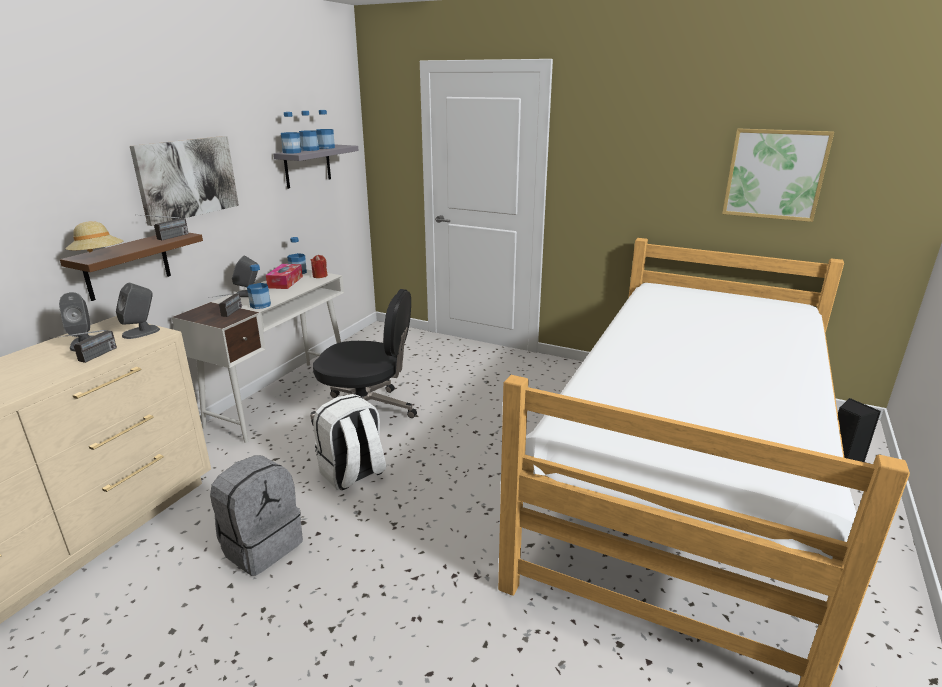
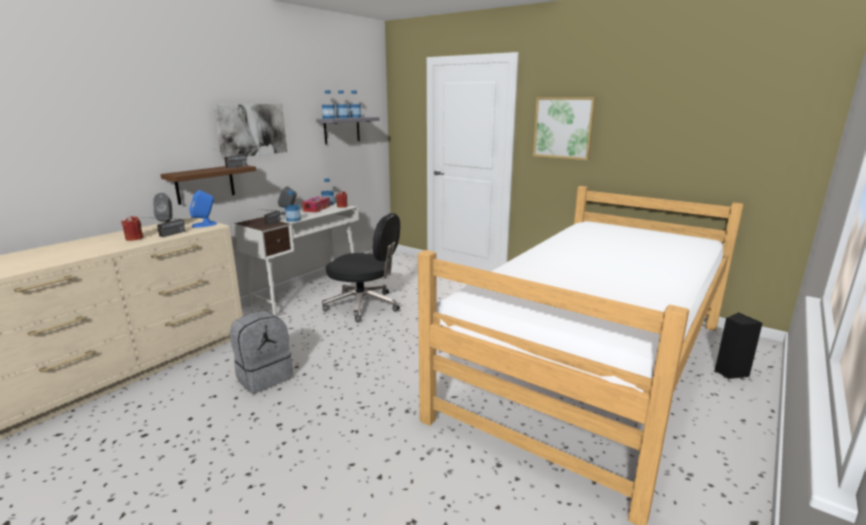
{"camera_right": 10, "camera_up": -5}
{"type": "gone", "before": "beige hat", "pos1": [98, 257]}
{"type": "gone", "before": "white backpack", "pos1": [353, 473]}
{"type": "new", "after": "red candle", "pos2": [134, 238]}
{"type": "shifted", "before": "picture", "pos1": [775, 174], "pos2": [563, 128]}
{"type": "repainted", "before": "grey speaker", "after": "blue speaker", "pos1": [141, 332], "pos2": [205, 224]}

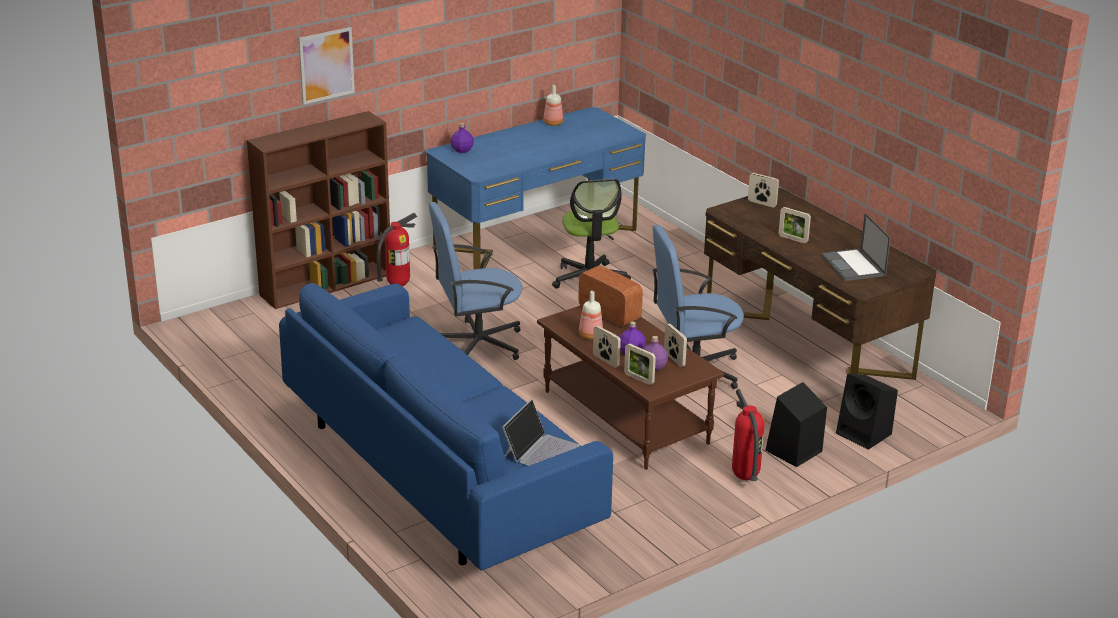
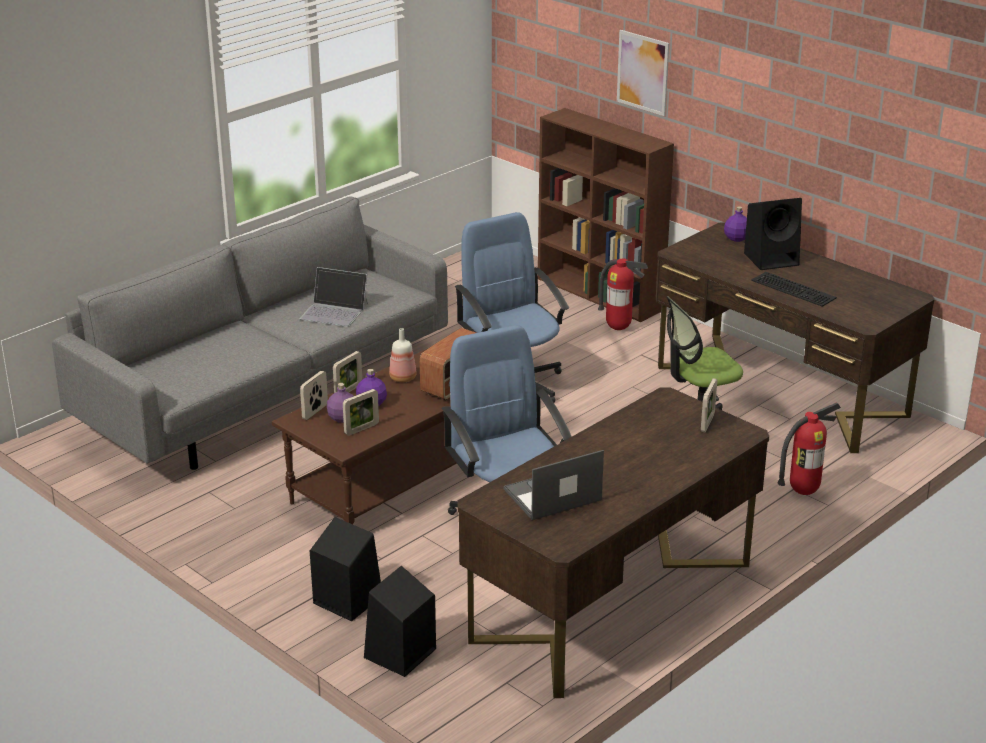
{"camera_right": 80, "camera_up": 0}
{"type": "gone", "before": "bottle", "pos1": [552, 123]}
{"type": "gone", "before": "picture frame", "pos1": [793, 239]}
{"type": "new", "after": "black speaker", "pos2": [772, 259]}
{"type": "new", "after": "keyboard", "pos2": [795, 289]}
{"type": "shifted", "before": "laptop", "pos1": [541, 450], "pos2": [334, 311]}
{"type": "shifted", "before": "fire extinguisher", "pos1": [744, 477], "pos2": [803, 491]}
{"type": "repainted", "before": "blue sofa", "after": "grey sofa", "pos1": [440, 472], "pos2": [267, 394]}
{"type": "repainted", "before": "blue desk", "after": "brown desk", "pos1": [536, 239], "pos2": [780, 391]}

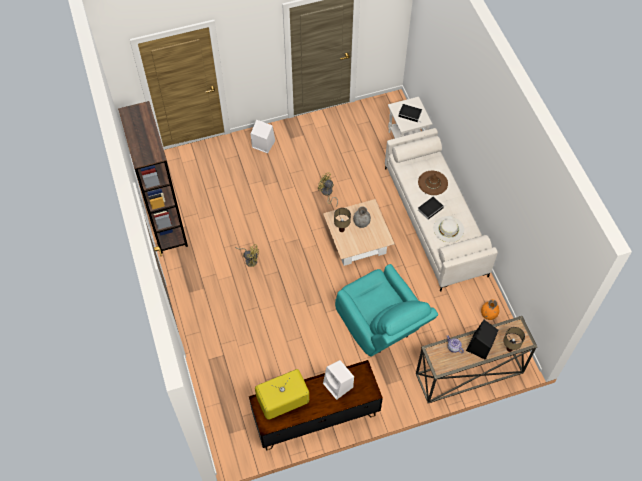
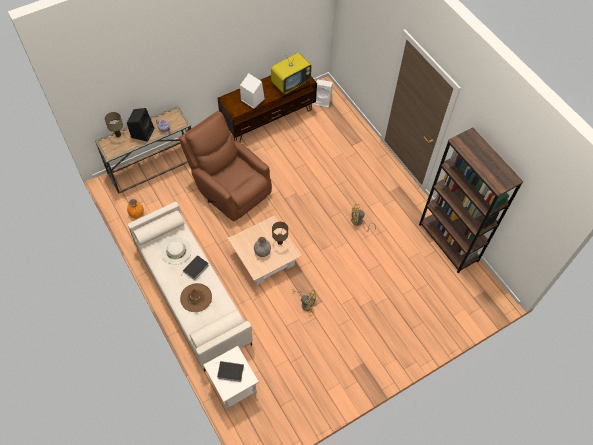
{"camera_right": 165, "camera_up": 0}
{"type": "shifted", "before": "white speaker", "pos1": [263, 144], "pos2": [323, 100]}
{"type": "repainted", "before": "turquoise armchair", "after": "brown armchair", "pos1": [381, 327], "pos2": [229, 187]}

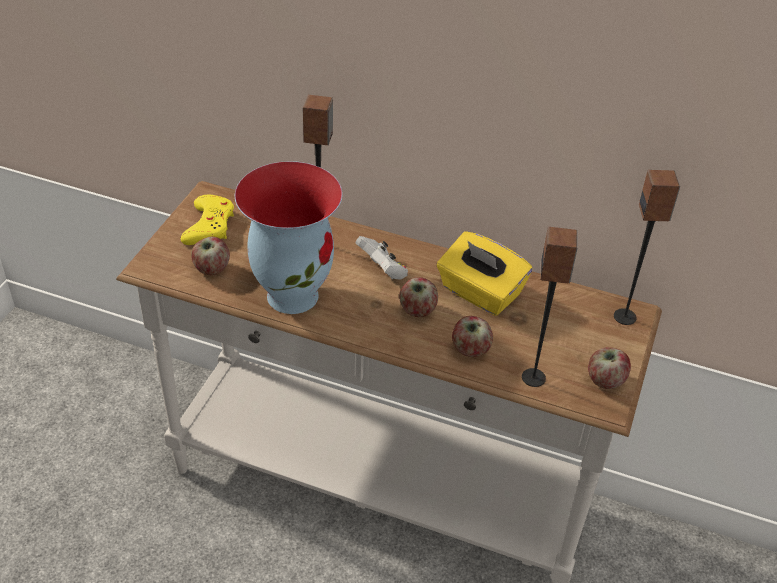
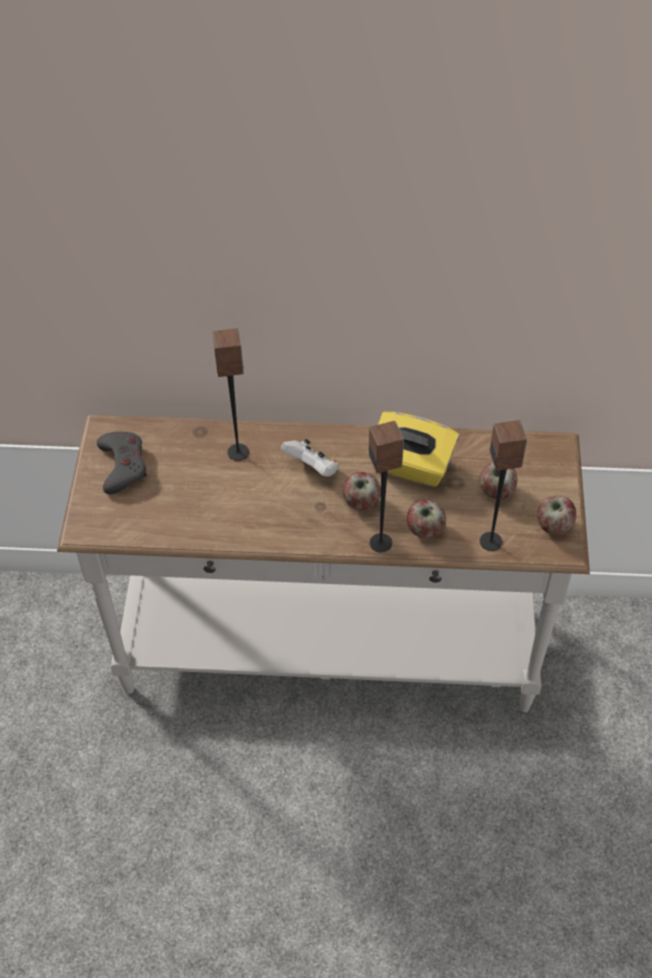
{"camera_right": -15, "camera_up": 10}
{"type": "gone", "before": "vase", "pos1": [293, 294]}
{"type": "shifted", "before": "apple", "pos1": [211, 269], "pos2": [496, 491]}
{"type": "shifted", "before": "speaker", "pos1": [625, 317], "pos2": [381, 543]}
{"type": "repainted", "before": "yellow game controller", "after": "grey game controller", "pos1": [209, 225], "pos2": [122, 465]}

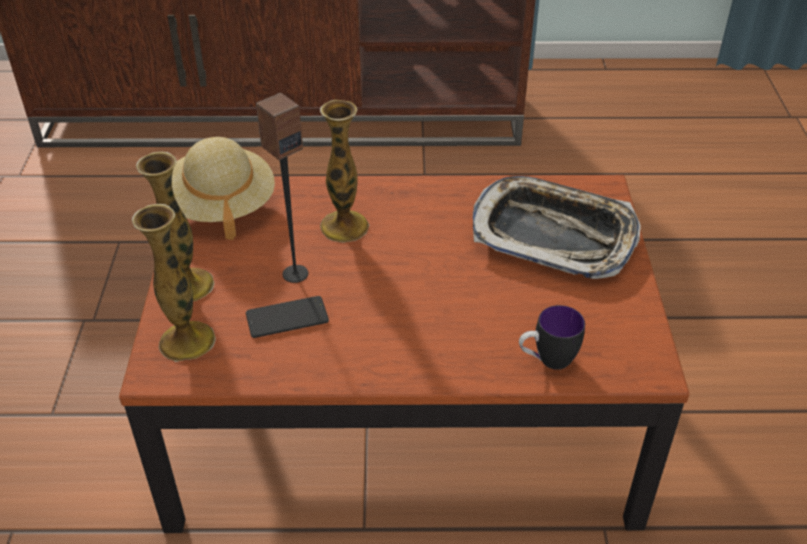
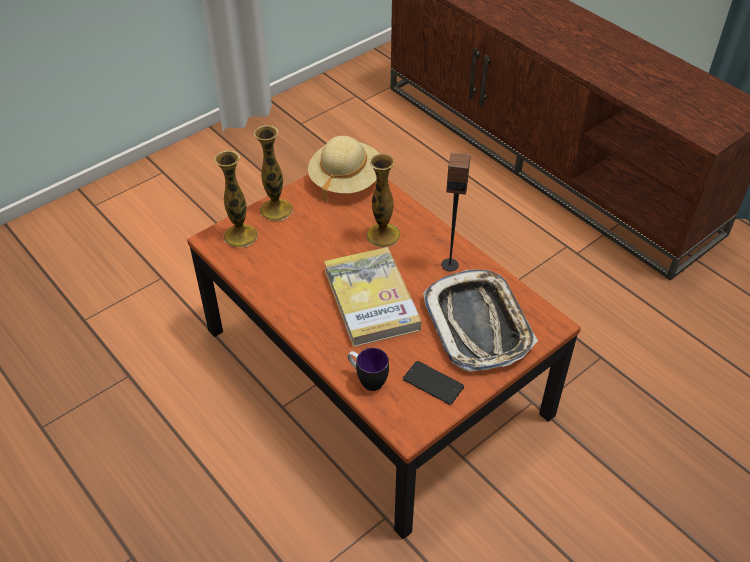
{"camera_right": 50, "camera_up": 5}
{"type": "new", "after": "book", "pos2": [371, 299]}
{"type": "shifted", "before": "phone", "pos1": [287, 318], "pos2": [433, 383]}
{"type": "shifted", "before": "speaker", "pos1": [295, 273], "pos2": [450, 264]}

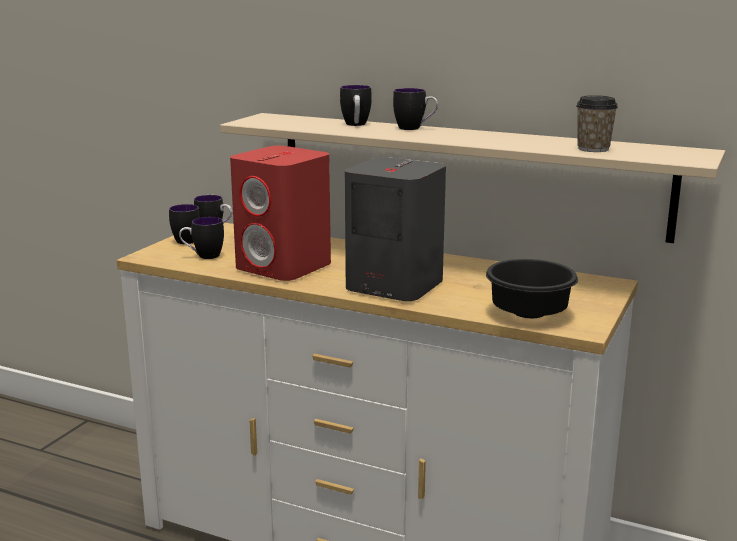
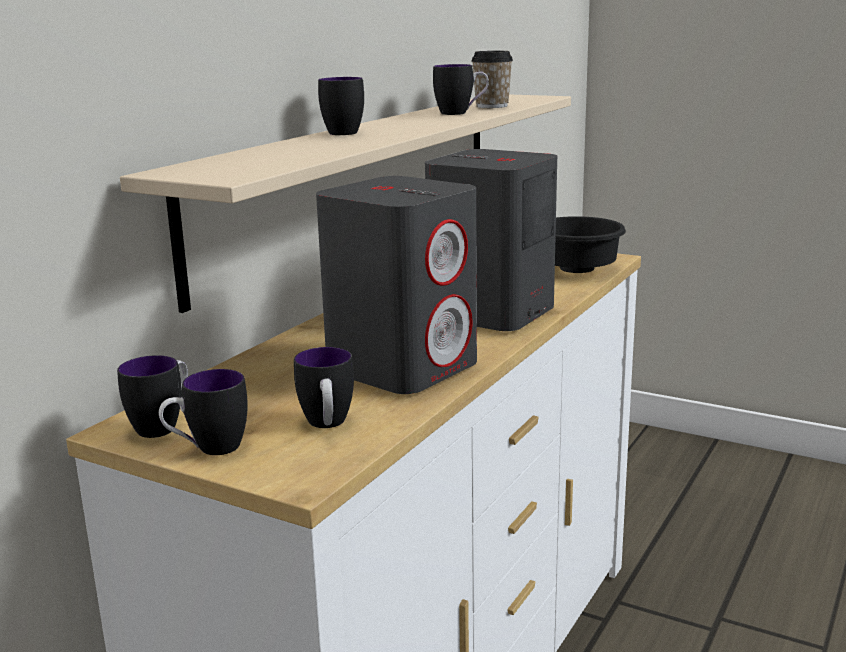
{"camera_right": -85, "camera_up": 0}
{"type": "shifted", "before": "mug", "pos1": [356, 125], "pos2": [461, 113]}
{"type": "repainted", "before": "red speaker", "after": "grey speaker", "pos1": [284, 267], "pos2": [403, 367]}

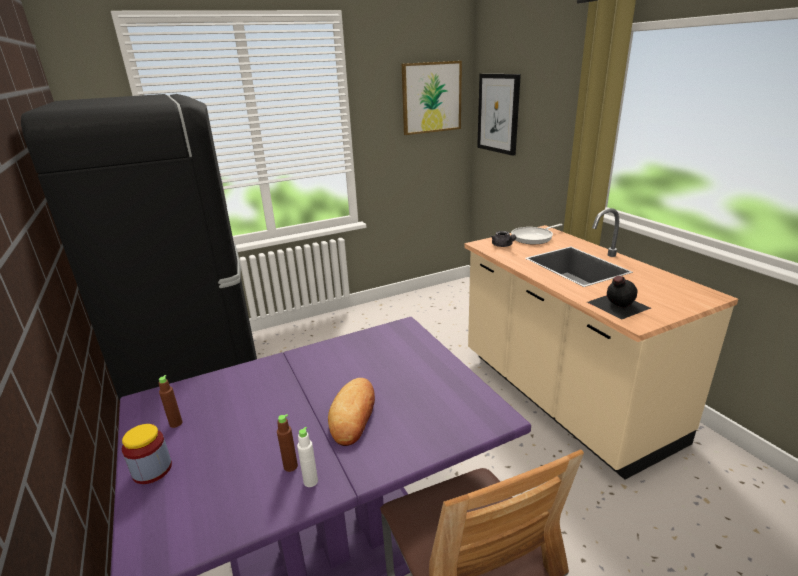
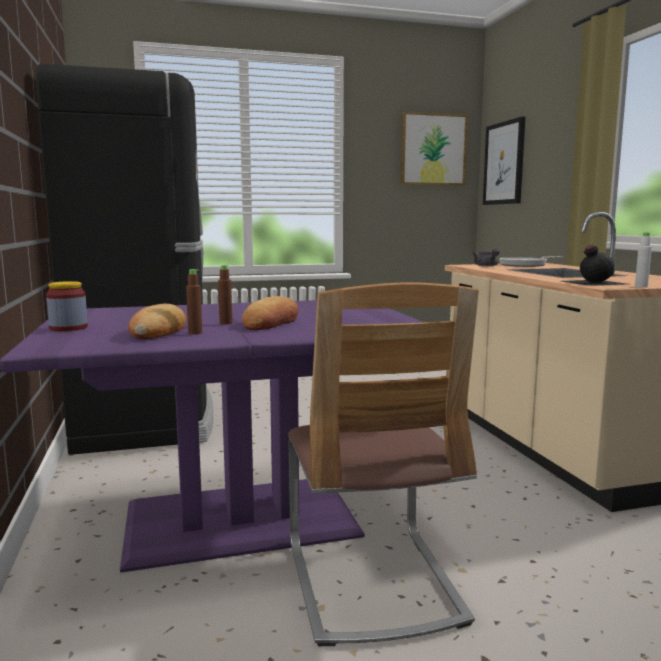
{"camera_right": 10, "camera_up": -15}
{"type": "new", "after": "bread", "pos2": [157, 331]}
{"type": "shifted", "before": "brown bottle", "pos1": [176, 423], "pos2": [226, 323]}
{"type": "shifted", "before": "white bottle", "pos1": [310, 481], "pos2": [641, 286]}

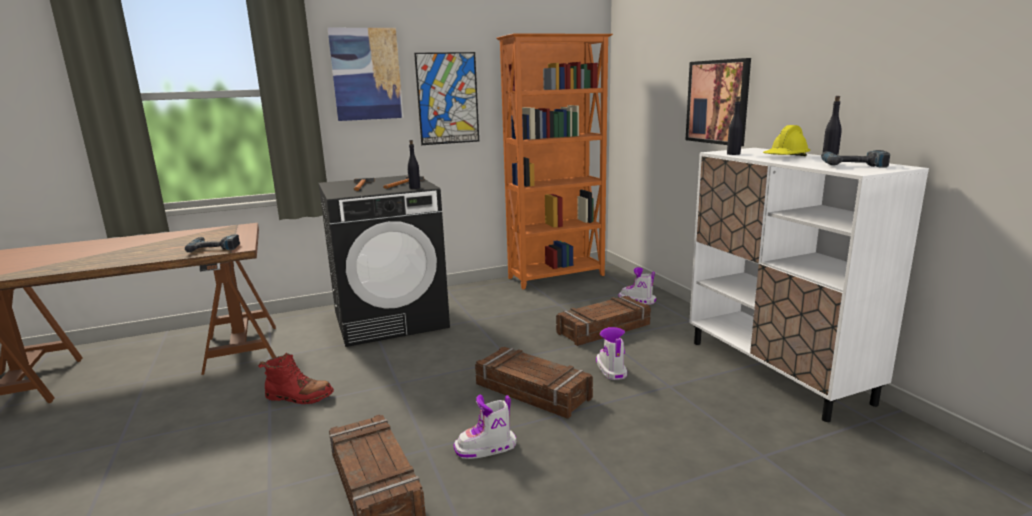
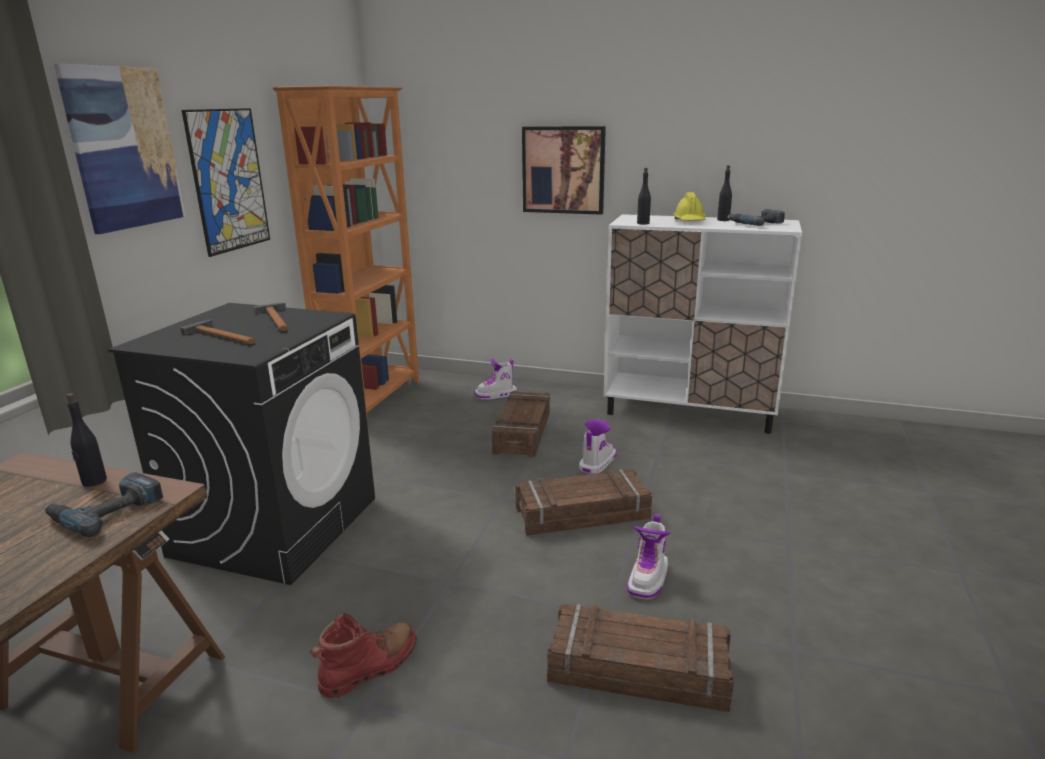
{"camera_right": -50, "camera_up": 5}
{"type": "shifted", "before": "black bottle", "pos1": [414, 188], "pos2": [94, 481]}
{"type": "rotated", "before": "boot", "pos1": [610, 369], "pos2": [597, 463], "turn": 90}

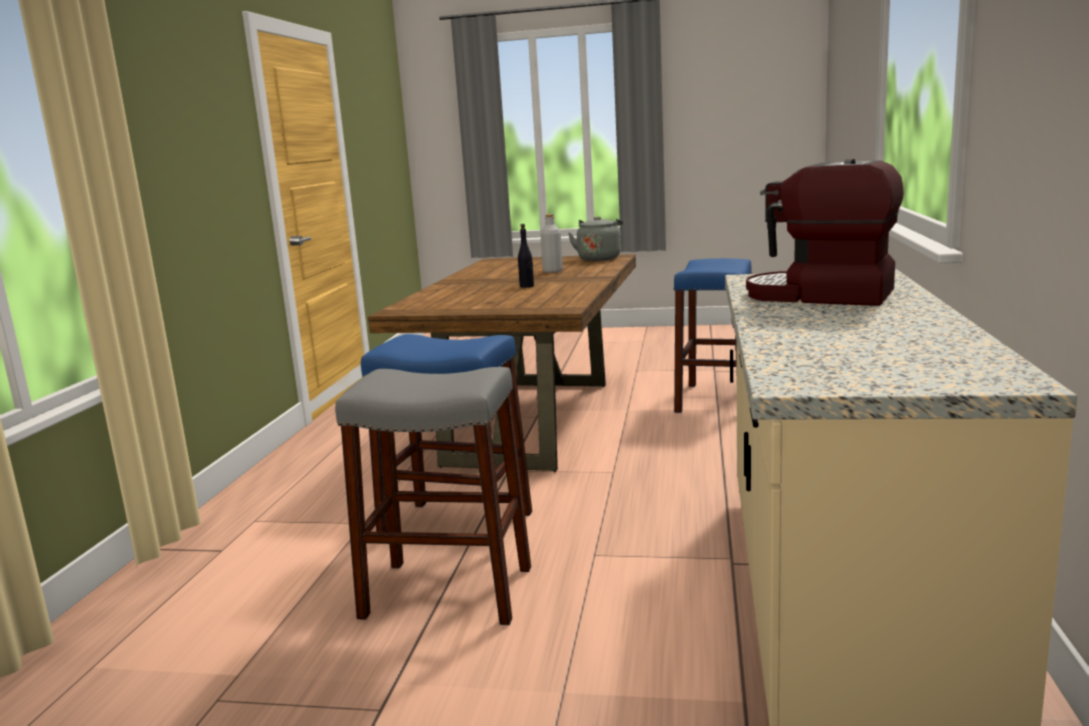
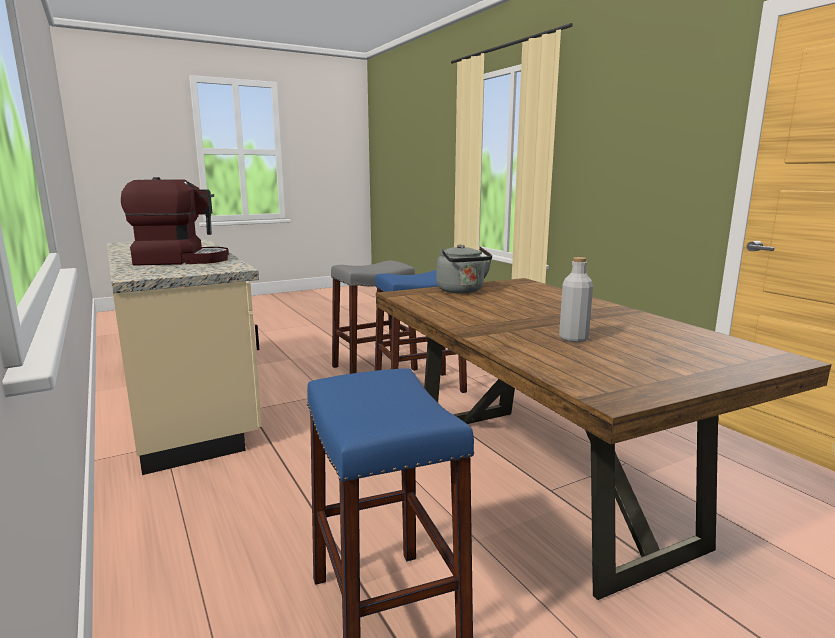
{"camera_right": 140, "camera_up": 0}
{"type": "gone", "before": "black bottle", "pos1": [527, 286]}
{"type": "shifted", "before": "grey kettle", "pos1": [599, 258], "pos2": [462, 291]}

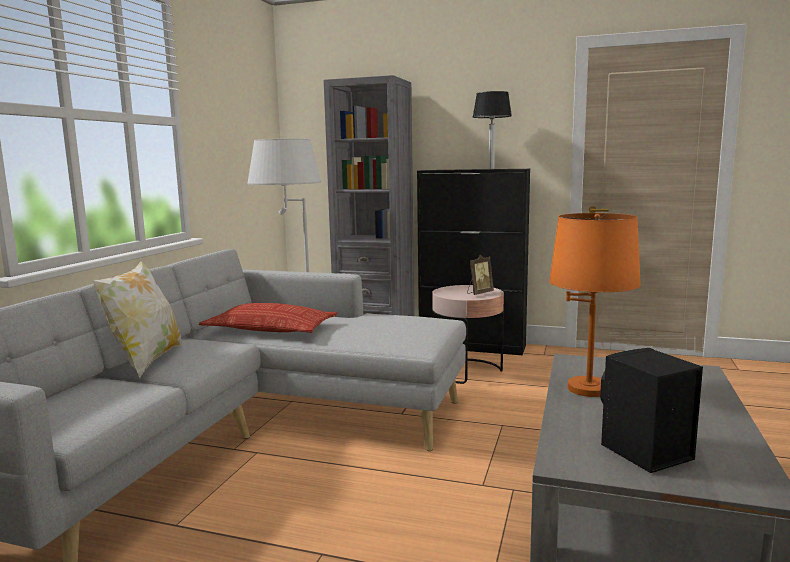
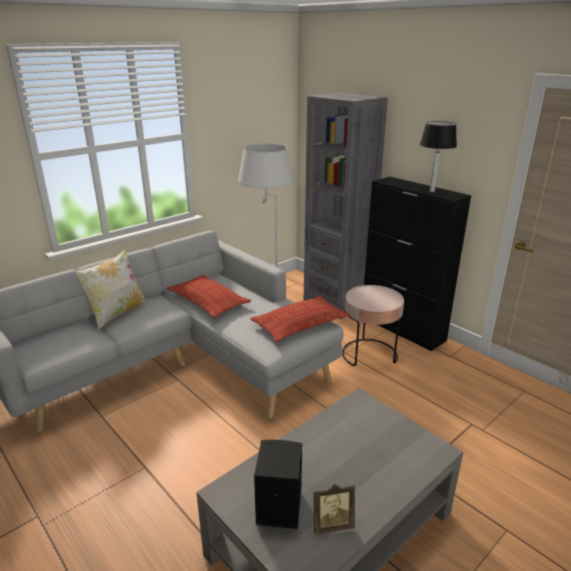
{"camera_right": 30, "camera_up": 15}
{"type": "gone", "before": "orange table lamp", "pos1": [589, 388]}
{"type": "new", "after": "pillow", "pos2": [300, 323]}
{"type": "shifted", "before": "picture frame", "pos1": [479, 293], "pos2": [332, 524]}

